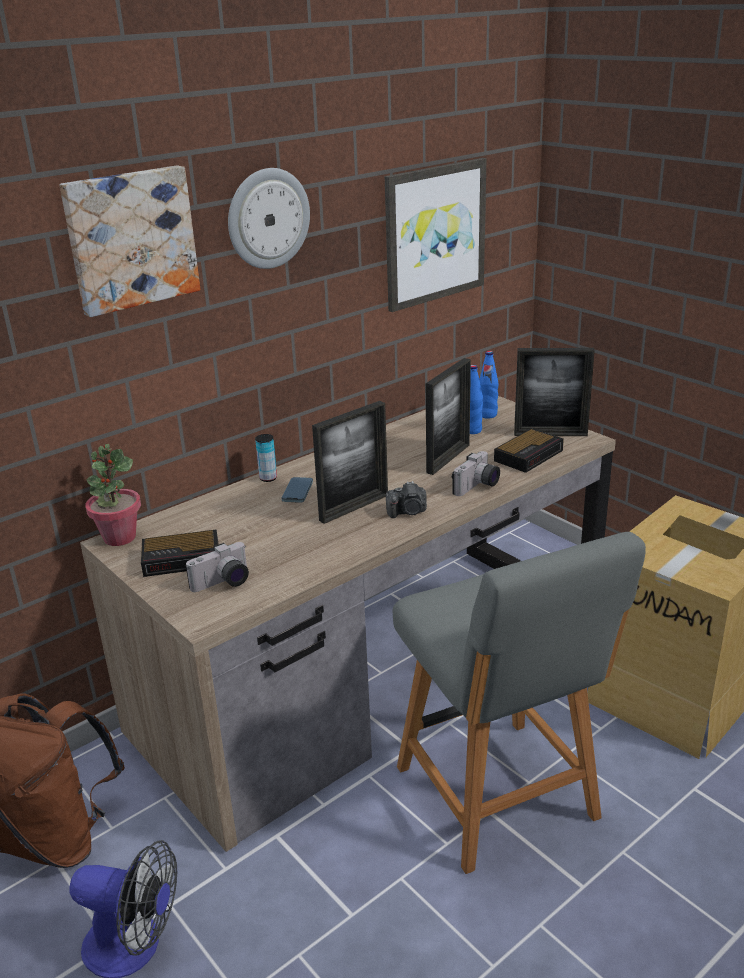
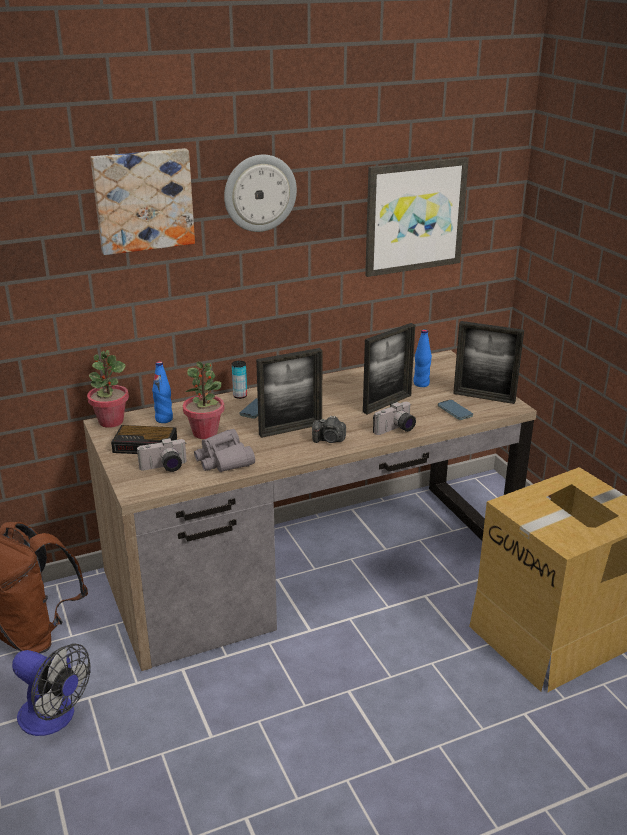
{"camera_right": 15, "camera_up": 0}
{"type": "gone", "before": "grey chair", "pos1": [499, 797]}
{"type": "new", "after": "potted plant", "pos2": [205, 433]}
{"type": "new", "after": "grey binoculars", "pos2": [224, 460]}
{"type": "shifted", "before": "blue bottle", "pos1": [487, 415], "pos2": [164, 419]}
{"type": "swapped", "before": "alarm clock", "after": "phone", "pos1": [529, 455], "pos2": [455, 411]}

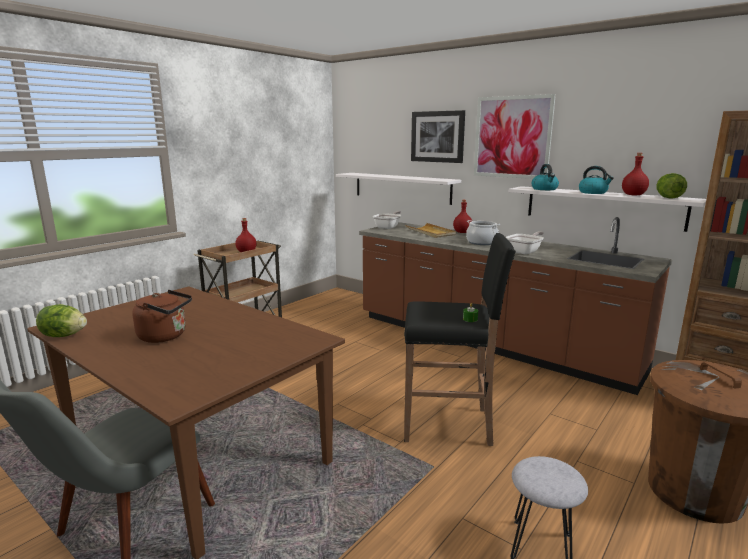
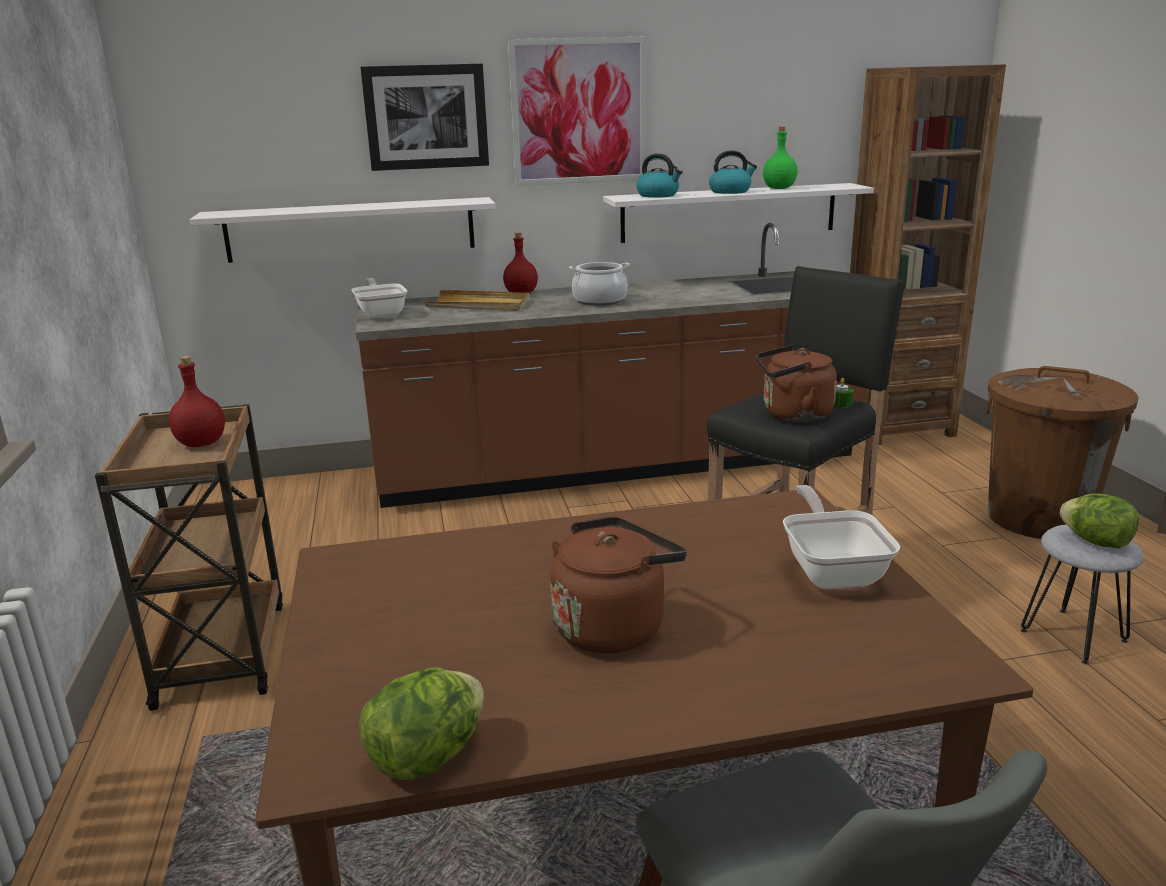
{"camera_right": -50, "camera_up": 5}
{"type": "new", "after": "brown kettle", "pos2": [792, 415]}
{"type": "shifted", "before": "frying pan", "pos1": [525, 252], "pos2": [832, 570]}
{"type": "shifted", "before": "lettuce", "pos1": [668, 198], "pos2": [1096, 542]}
{"type": "repainted", "before": "red bottle", "after": "green bottle", "pos1": [633, 195], "pos2": [778, 188]}

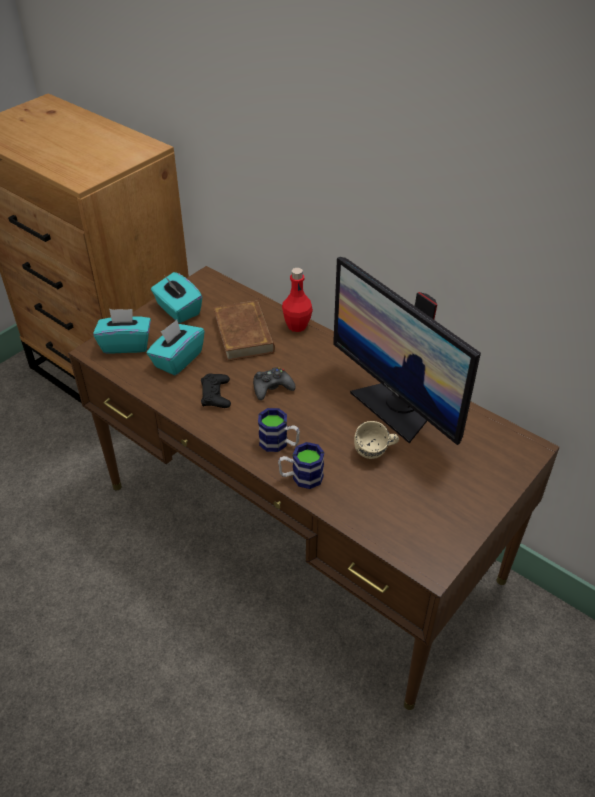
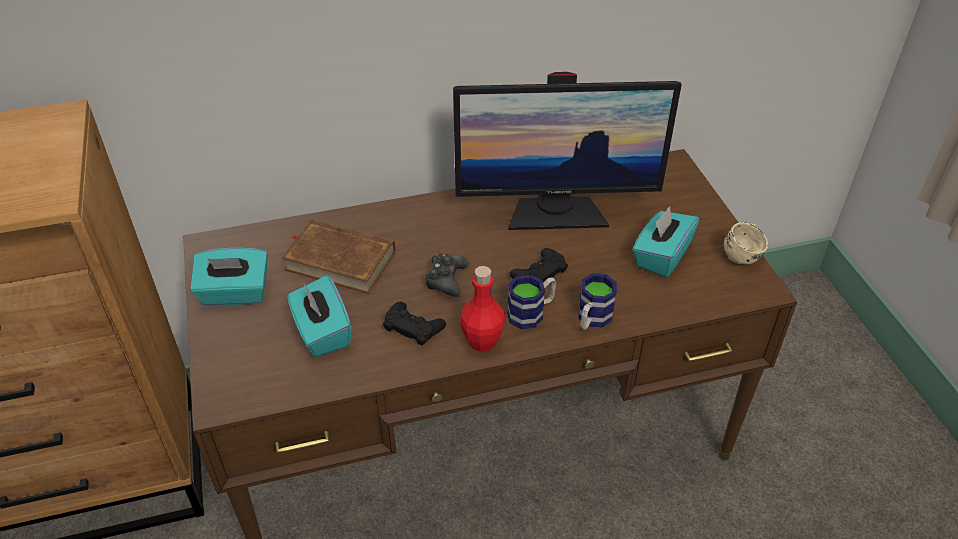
{"camera_right": -55, "camera_up": 0}
{"type": "new", "after": "black game controller", "pos2": [539, 273]}
{"type": "shifted", "before": "turquoise tissue box", "pos1": [126, 344], "pos2": [661, 256]}
{"type": "shifted", "before": "red bottle", "pos1": [297, 326], "pos2": [482, 341]}
{"type": "shifted", "before": "beige mug", "pos1": [375, 452], "pos2": [744, 255]}

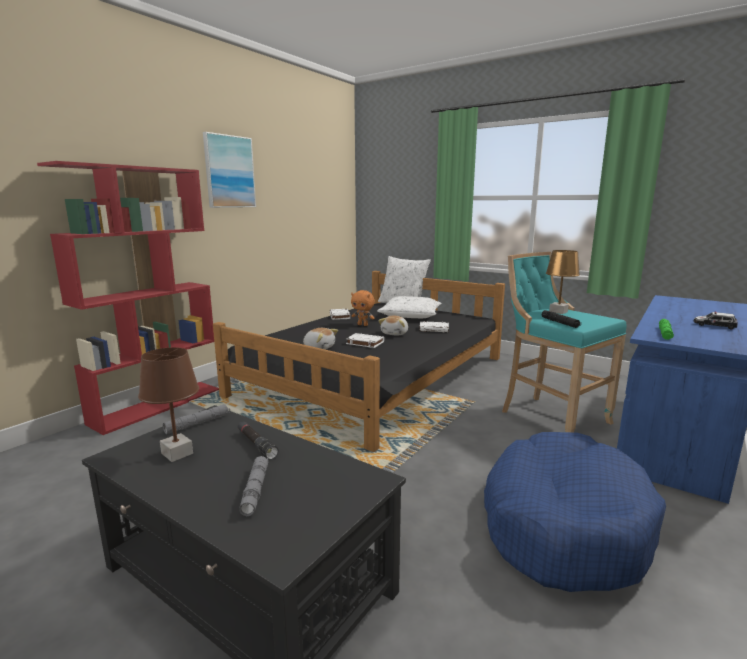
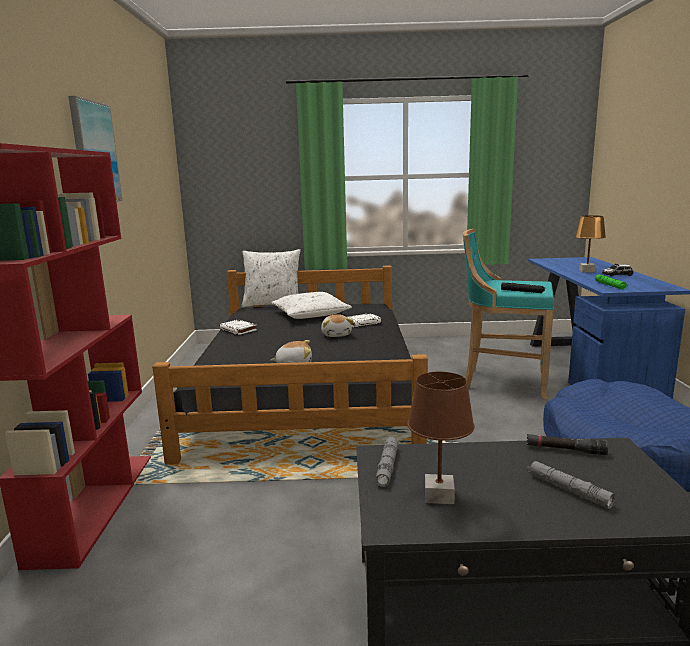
{"camera_right": -35, "camera_up": 0}
{"type": "gone", "before": "white book", "pos1": [364, 343]}
{"type": "gone", "before": "orange plush toy", "pos1": [363, 325]}
{"type": "shifted", "before": "black flashlight", "pos1": [256, 444], "pos2": [565, 450]}
{"type": "shifted", "before": "brown table lamp", "pos1": [558, 312], "pos2": [586, 271]}

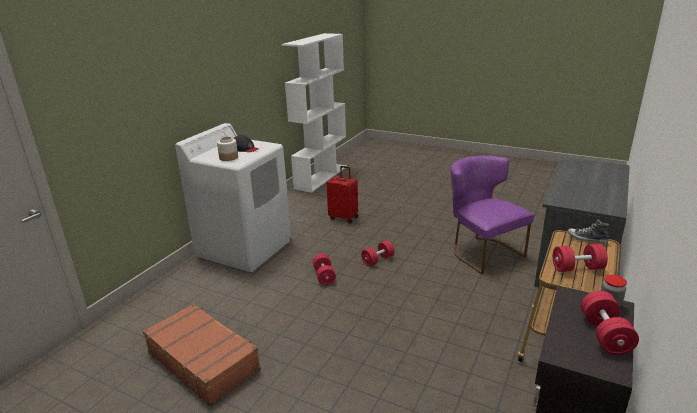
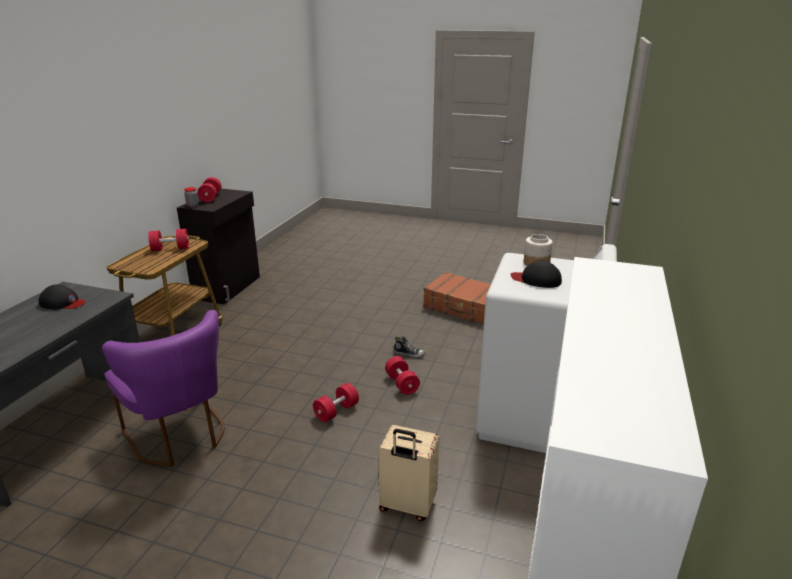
{"camera_right": 170, "camera_up": 0}
{"type": "new", "after": "black cap", "pos2": [63, 303]}
{"type": "shifted", "before": "shoe", "pos1": [586, 239], "pos2": [409, 354]}
{"type": "repainted", "before": "red suitcase", "after": "beige suitcase", "pos1": [344, 217], "pos2": [407, 506]}

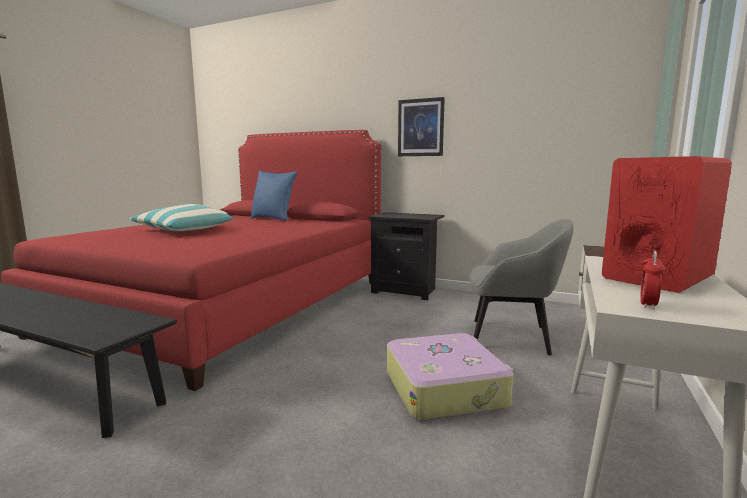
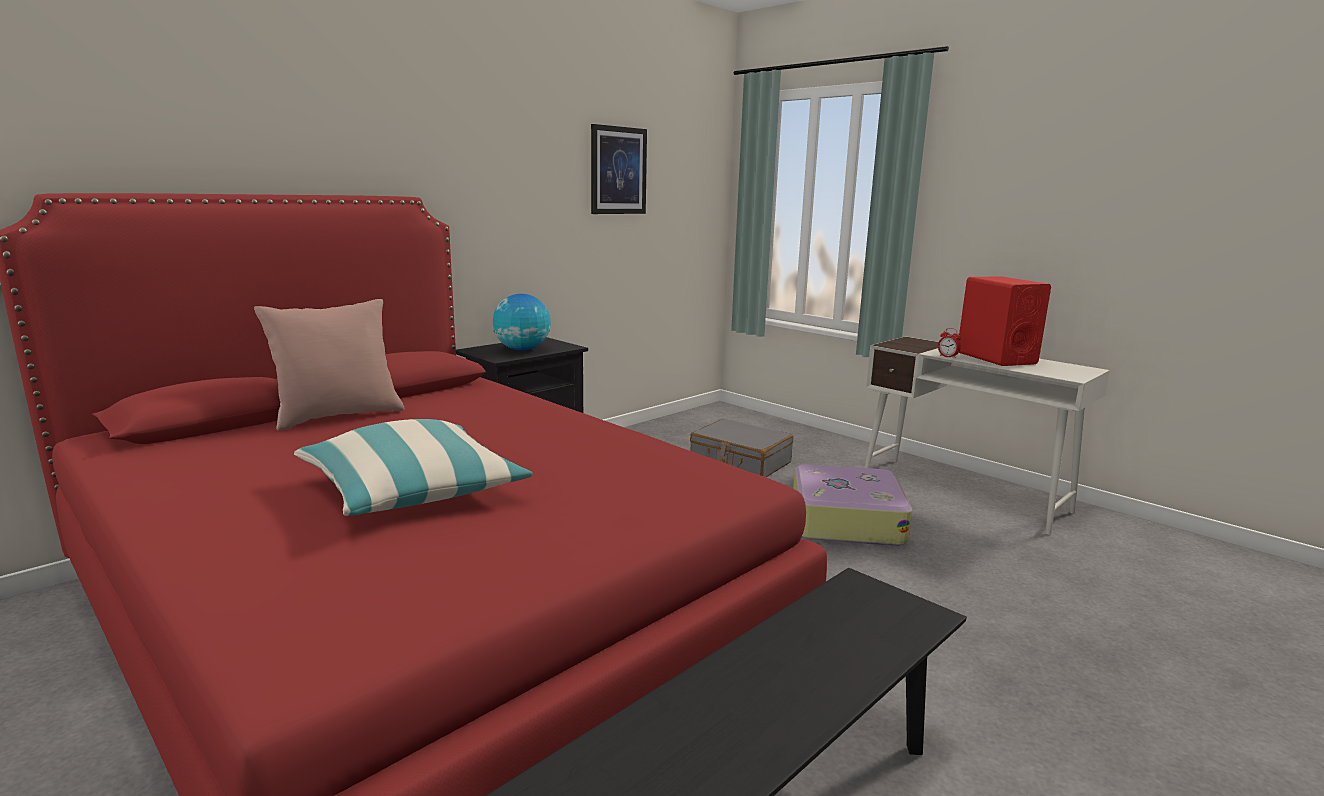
{"camera_right": -70, "camera_up": 5}
{"type": "new", "after": "globe", "pos2": [522, 350]}
{"type": "shifted", "before": "picture", "pos1": [420, 127], "pos2": [618, 170]}
{"type": "shifted", "before": "alarm clock", "pos1": [648, 305], "pos2": [947, 357]}
{"type": "swapped", "before": "grey armchair", "after": "grey suitcase", "pos1": [512, 336], "pos2": [740, 462]}
{"type": "repainted", "before": "blue pillow", "after": "pink pillow", "pos1": [273, 219], "pos2": [338, 416]}

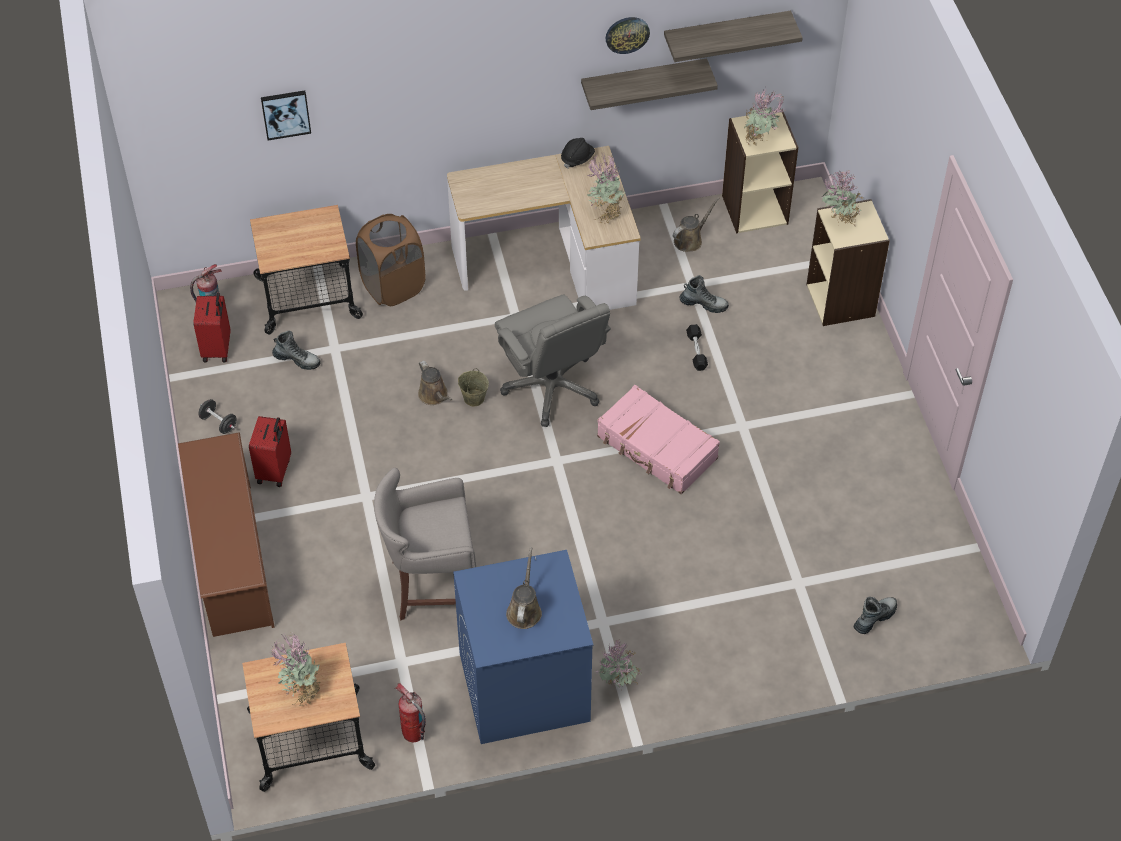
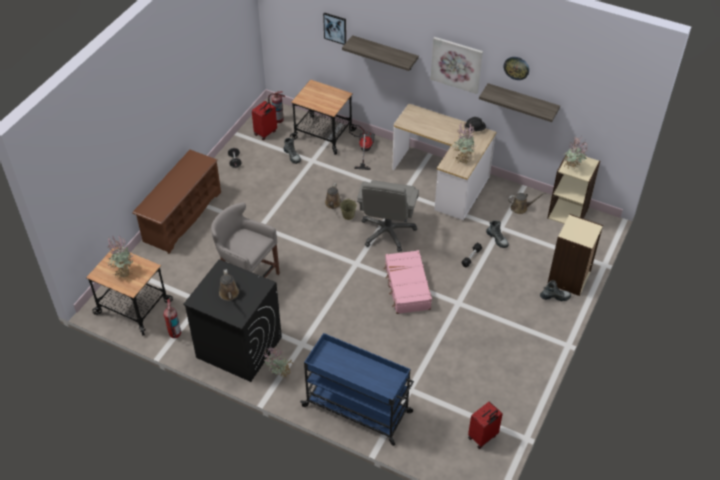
{"camera_right": 40, "camera_up": -5}
{"type": "gone", "before": "potted plant", "pos1": [838, 222]}
{"type": "new", "after": "blue cart", "pos2": [358, 409]}
{"type": "new", "after": "picture", "pos2": [456, 64]}
{"type": "shifted", "before": "red suitcase", "pos1": [275, 471], "pos2": [483, 437]}
{"type": "shifted", "before": "shelf", "pos1": [726, 33], "pos2": [384, 53]}
{"type": "shifted", "before": "boot", "pos1": [874, 618], "pos2": [555, 297]}
{"type": "swapped", "before": "brown laundry basket", "after": "vacuum cleaner", "pos1": [393, 286], "pos2": [363, 150]}
{"type": "repainted", "before": "blue washing machine", "after": "black washing machine", "pos1": [523, 687], "pos2": [238, 347]}
{"type": "rotated", "before": "brown watering can", "pos1": [524, 610], "pos2": [229, 294], "turn": 120}

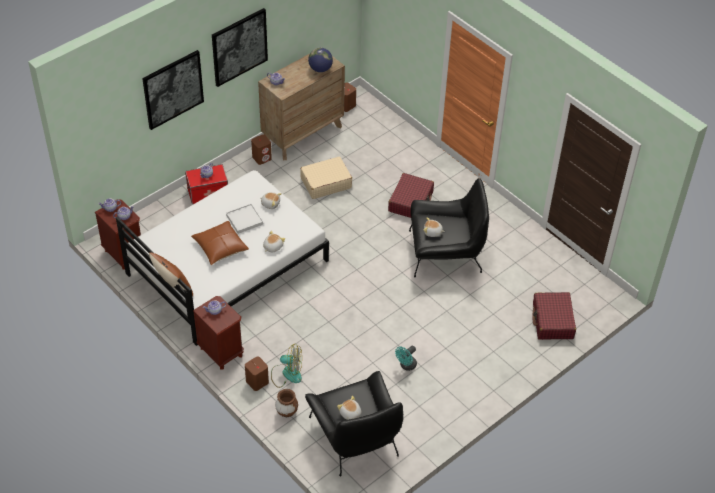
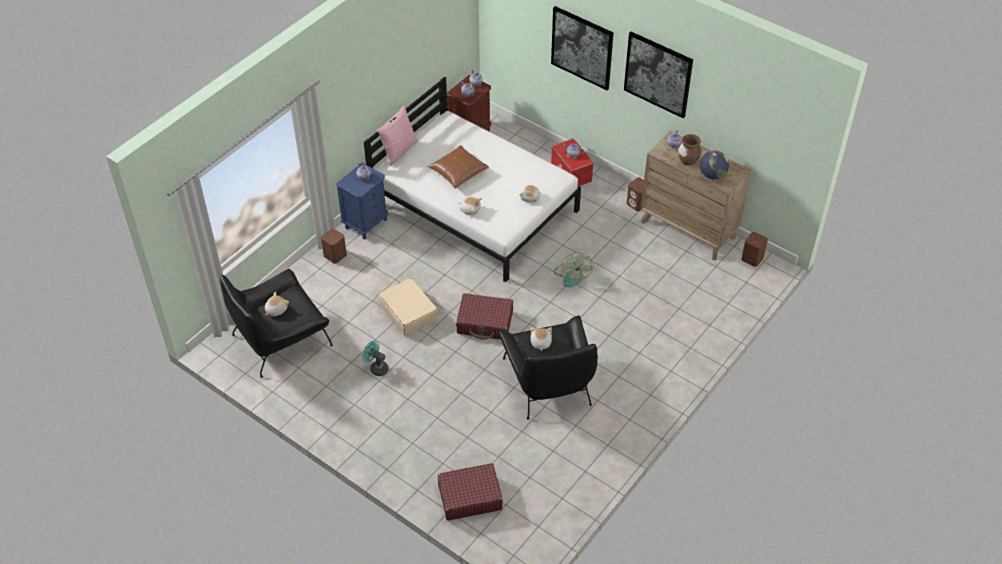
{"camera_right": 80, "camera_up": 0}
{"type": "gone", "before": "white tray", "pos1": [244, 220]}
{"type": "shifted", "before": "fan", "pos1": [287, 373], "pos2": [572, 275]}
{"type": "shifted", "before": "brown vase", "pos1": [286, 412], "pos2": [688, 161]}
{"type": "shifted", "before": "beige suitcase", "pos1": [325, 183], "pos2": [408, 312]}
{"type": "shifted", "before": "red suitcase", "pos1": [411, 201], "pos2": [485, 322]}
{"type": "repainted", "before": "brown pillow", "after": "pink pillow", "pos1": [173, 287], "pos2": [398, 151]}
{"type": "repainted", "before": "brown nightstand", "after": "blue nightstand", "pos1": [221, 352], "pos2": [366, 223]}

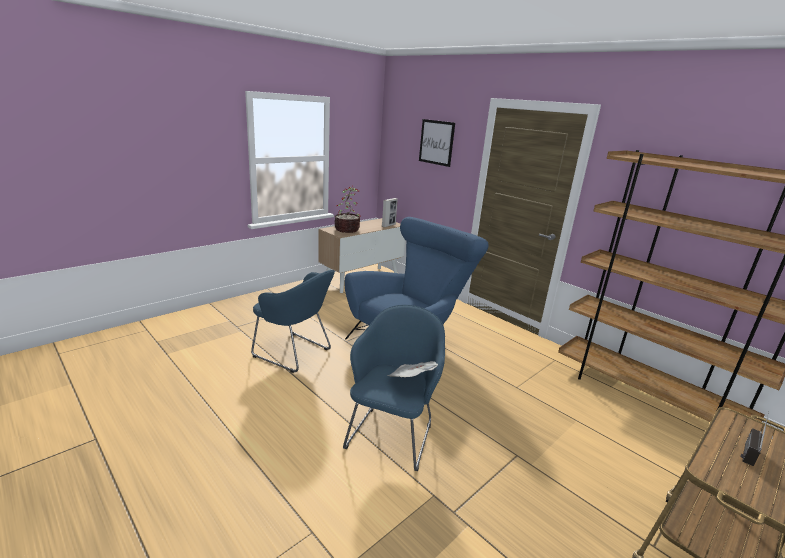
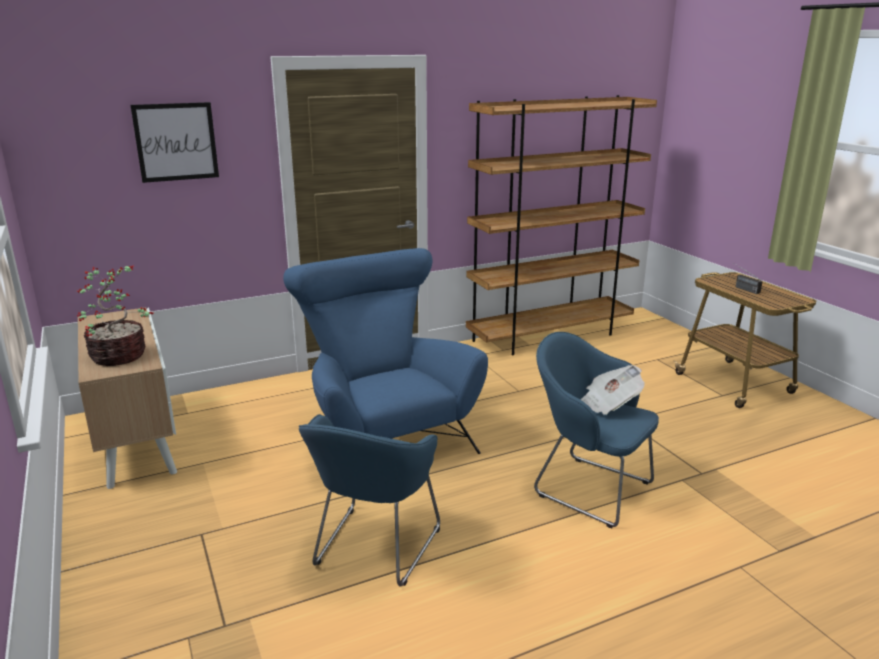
{"camera_right": -70, "camera_up": 0}
{"type": "gone", "before": "picture frame", "pos1": [388, 225]}
{"type": "rotated", "before": "blue armchair", "pos1": [295, 353], "pos2": [374, 550], "turn": 150}

